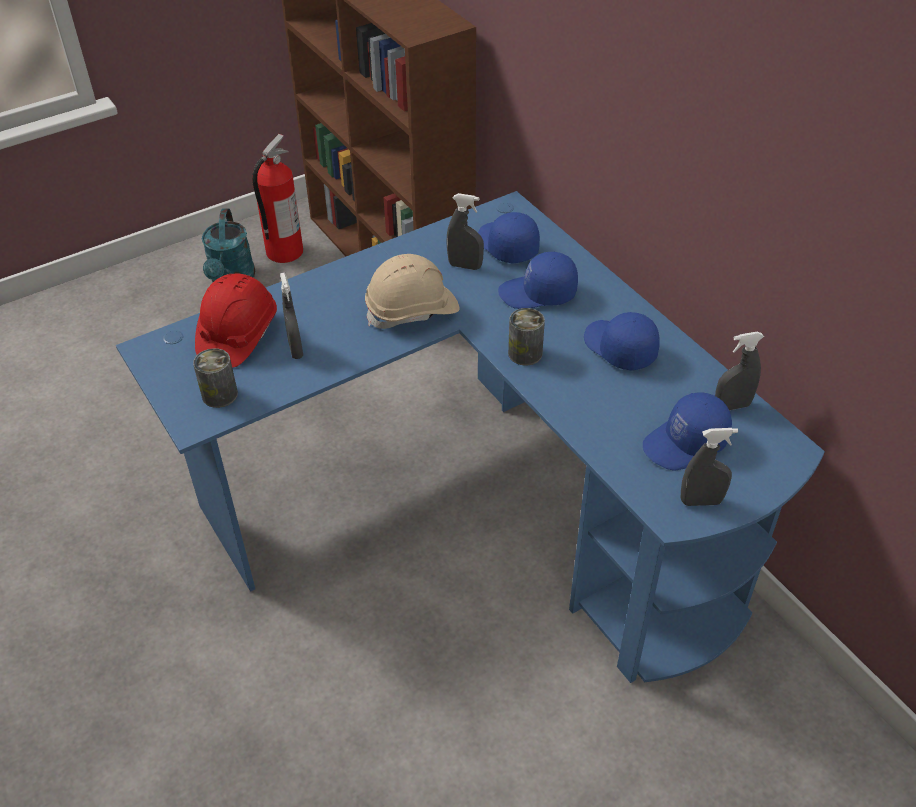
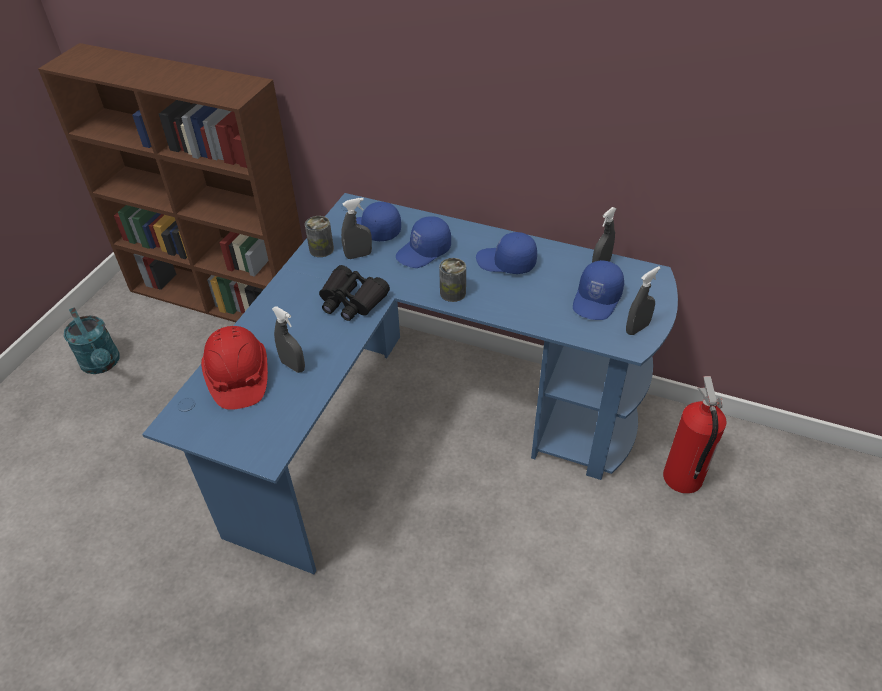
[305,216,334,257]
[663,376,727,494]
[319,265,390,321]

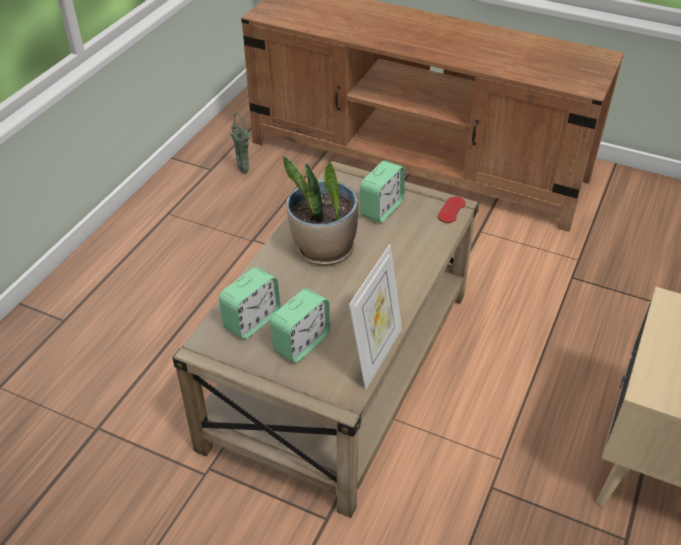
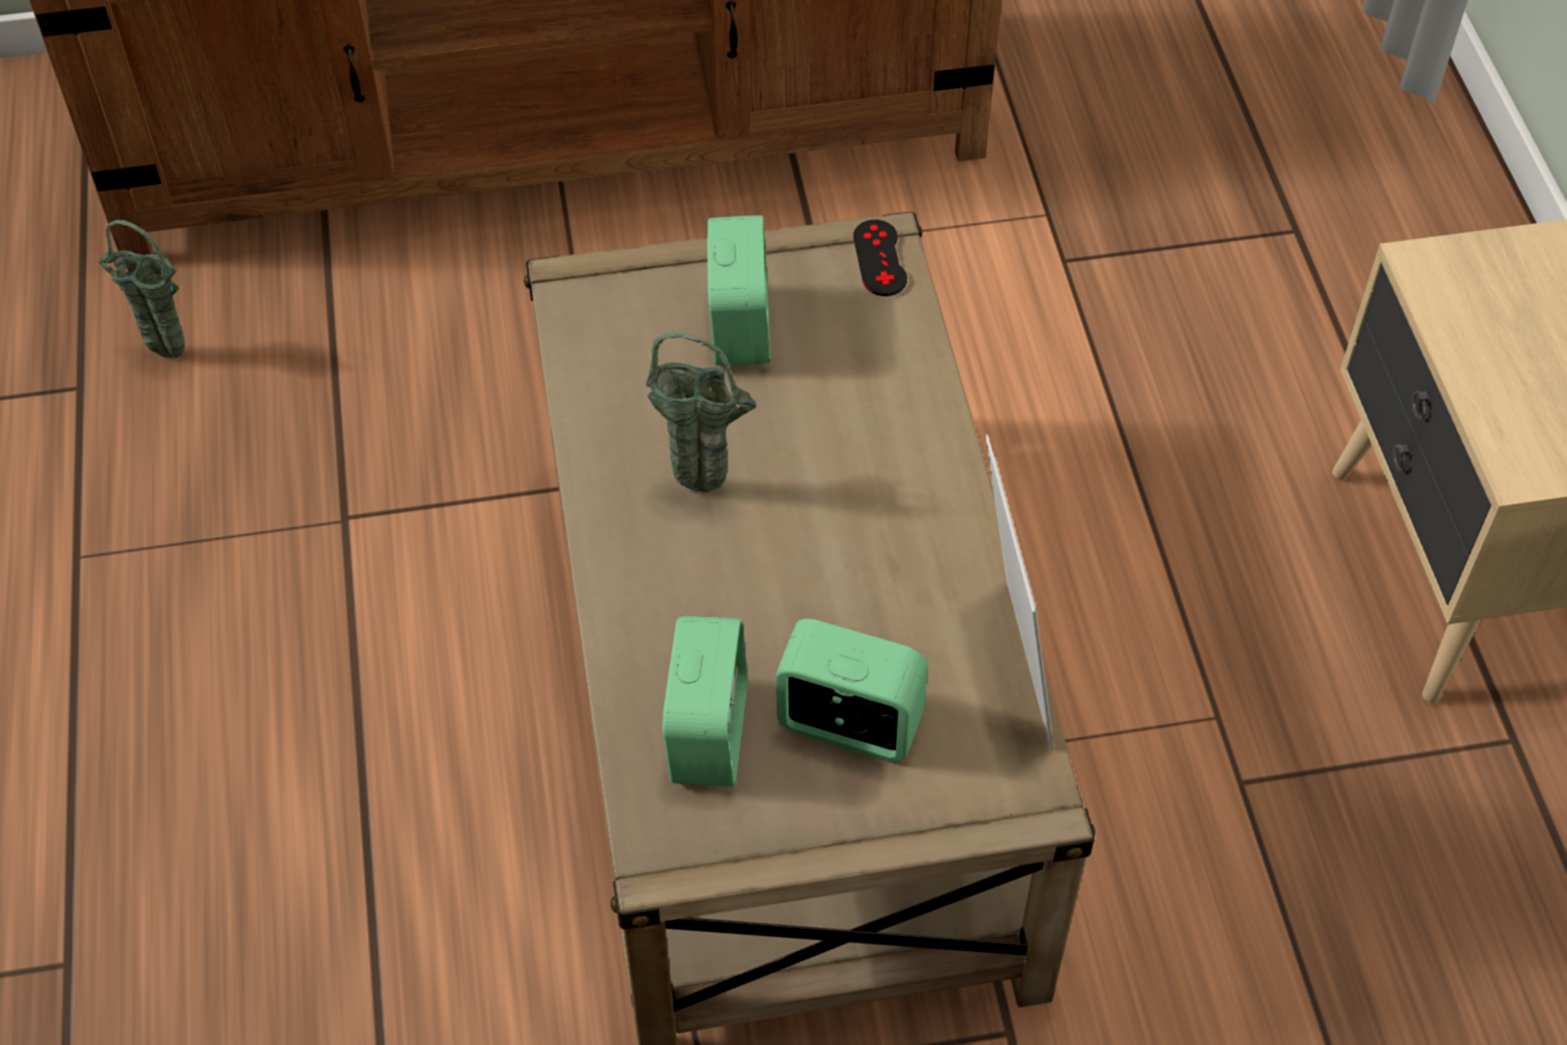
[646,332,757,492]
[853,220,907,296]
[776,619,928,762]

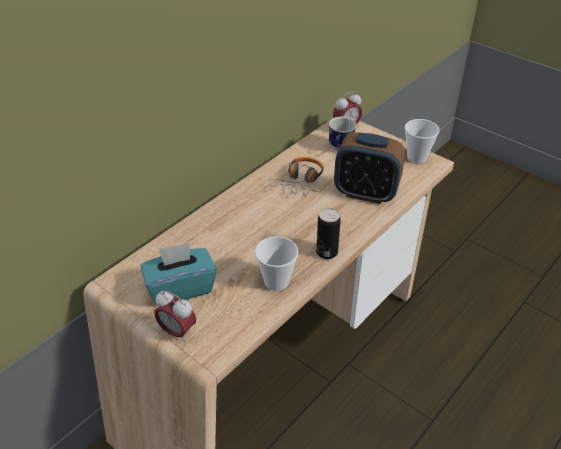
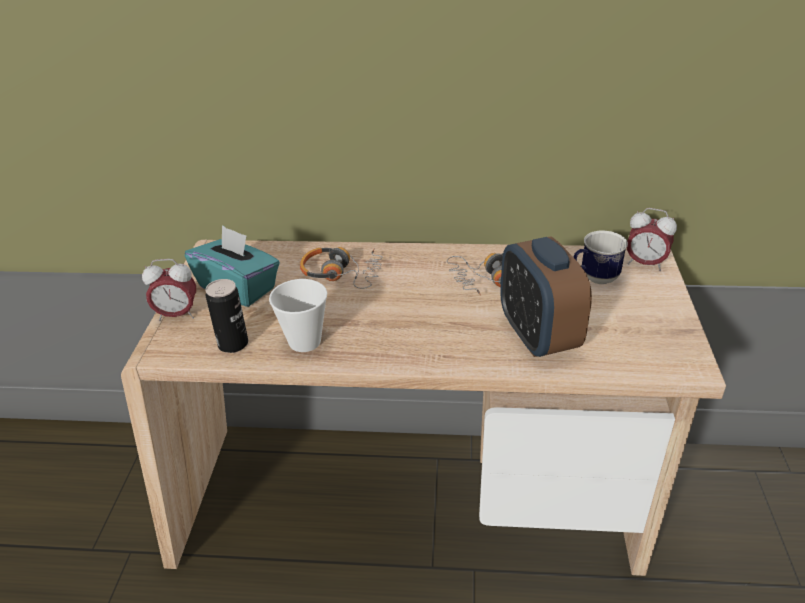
[405,119,440,163] (first image)
[300,247,382,289]
[205,279,248,353]
[142,259,196,321]

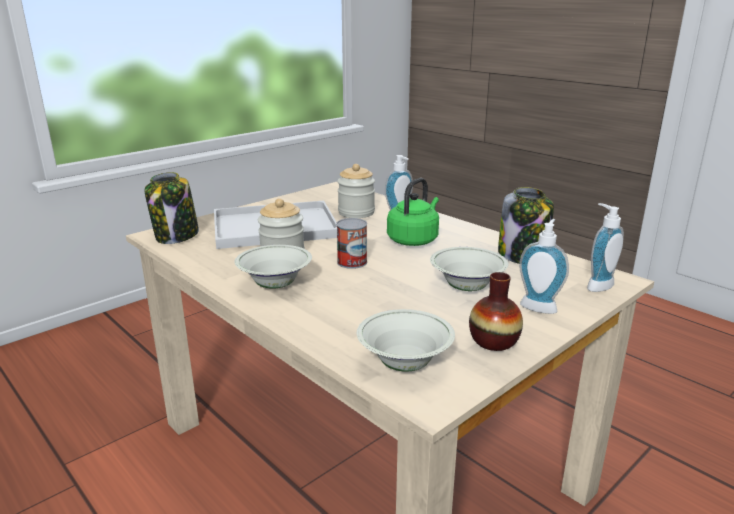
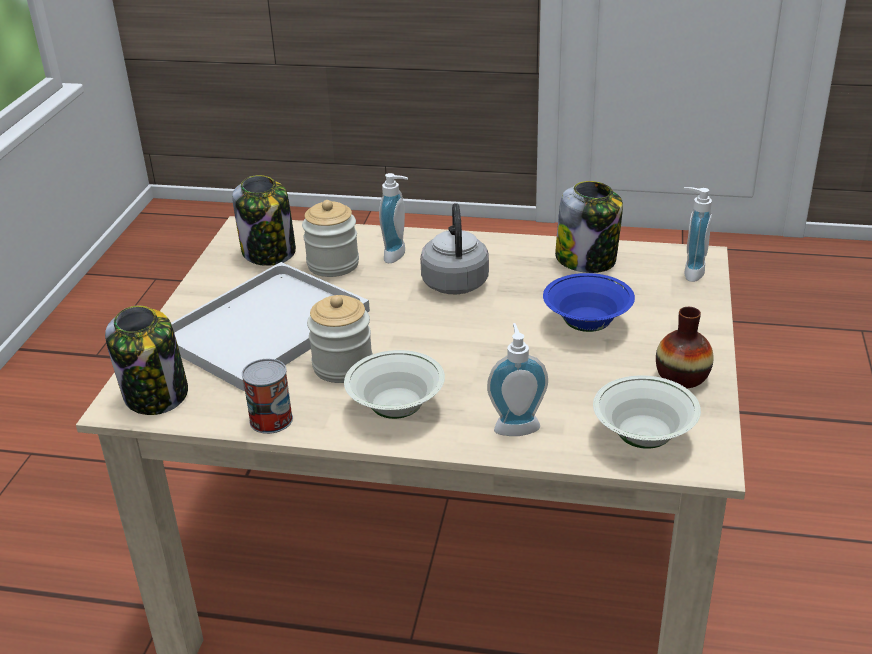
[232,175,296,266]
[242,359,293,434]
[487,323,548,436]
[420,203,489,294]
[543,273,635,332]

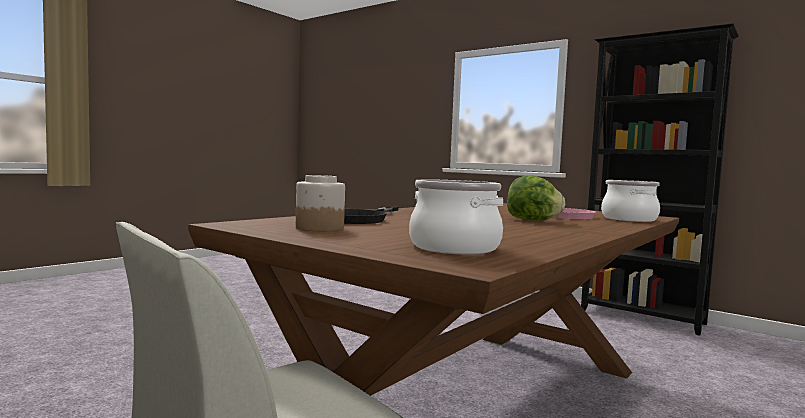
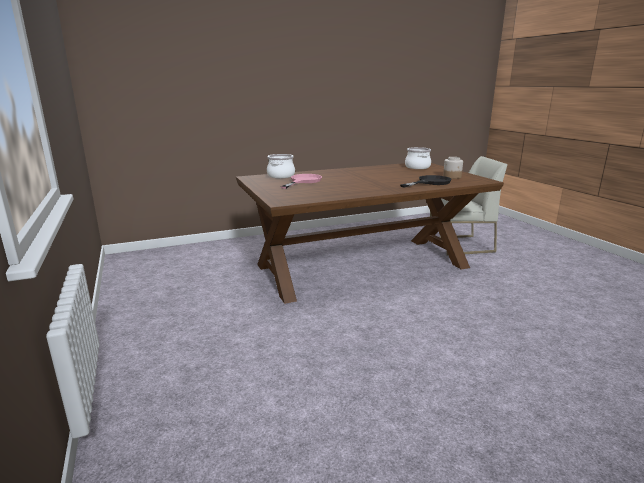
[507,175,565,221] (first image)
[581,23,739,336] (first image)

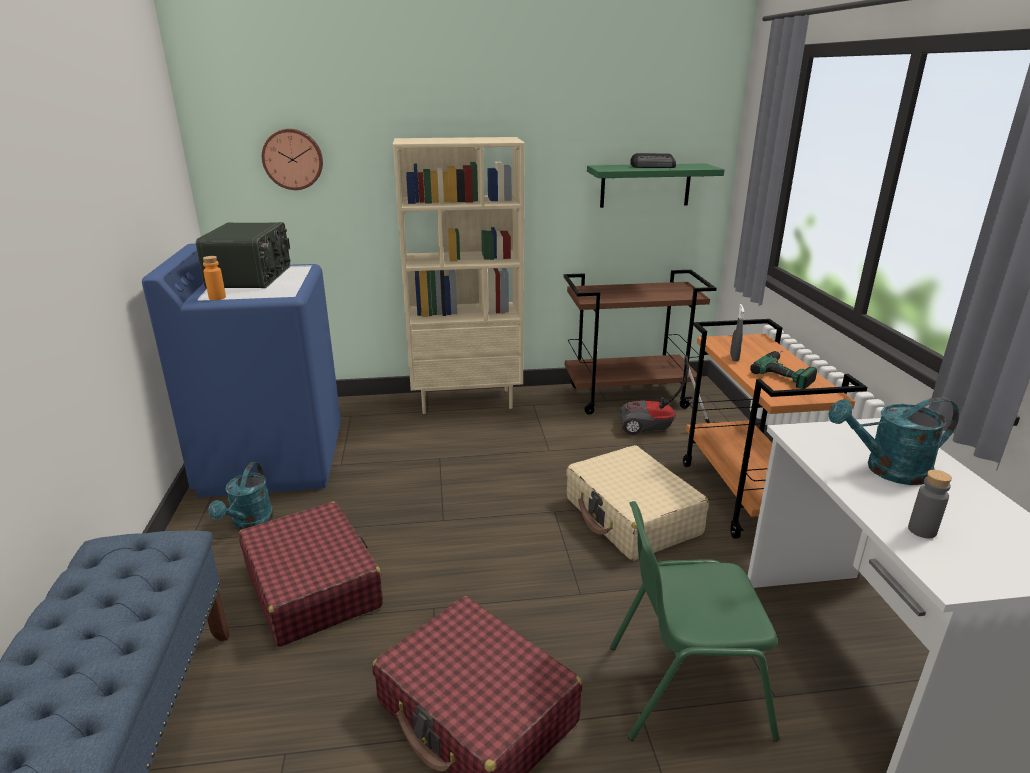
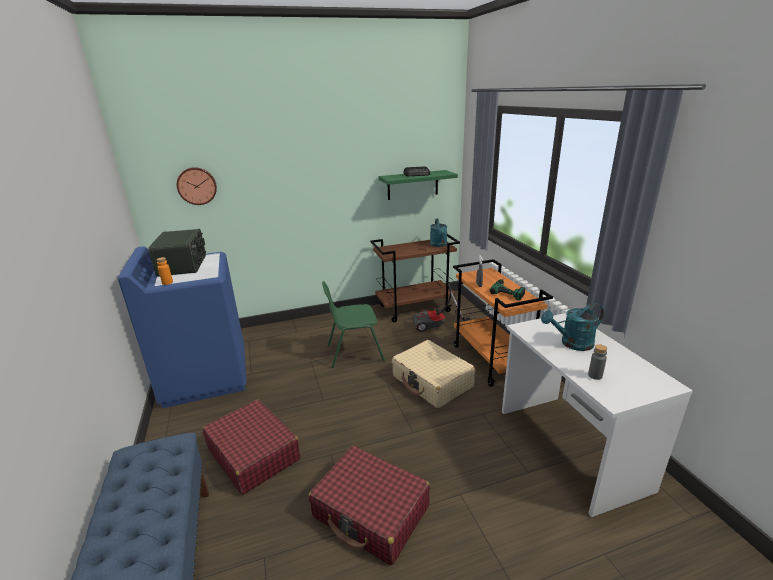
[393,137,525,414] (first image)
[430,219,447,247]
[322,281,385,368]

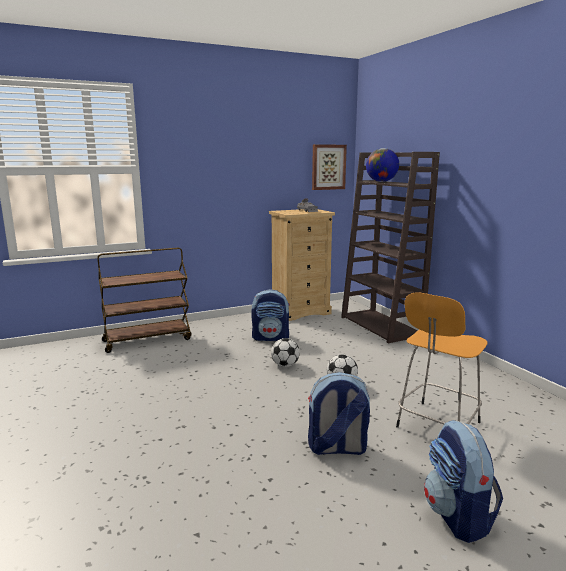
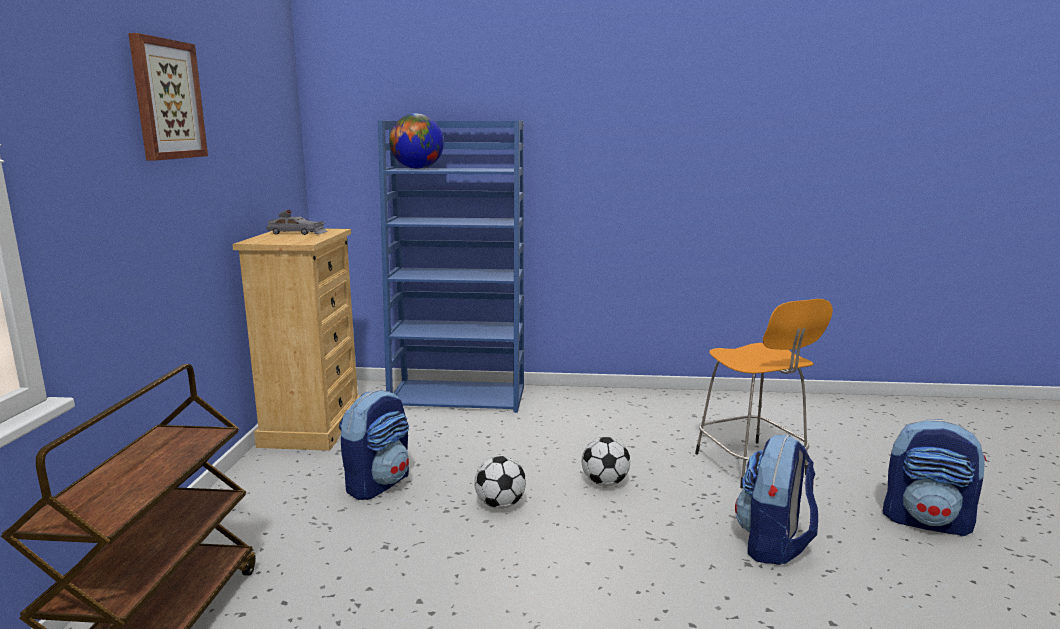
[128,33,208,161]
[378,120,524,413]

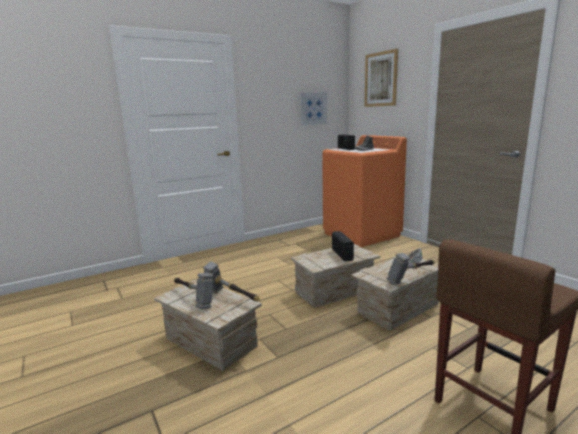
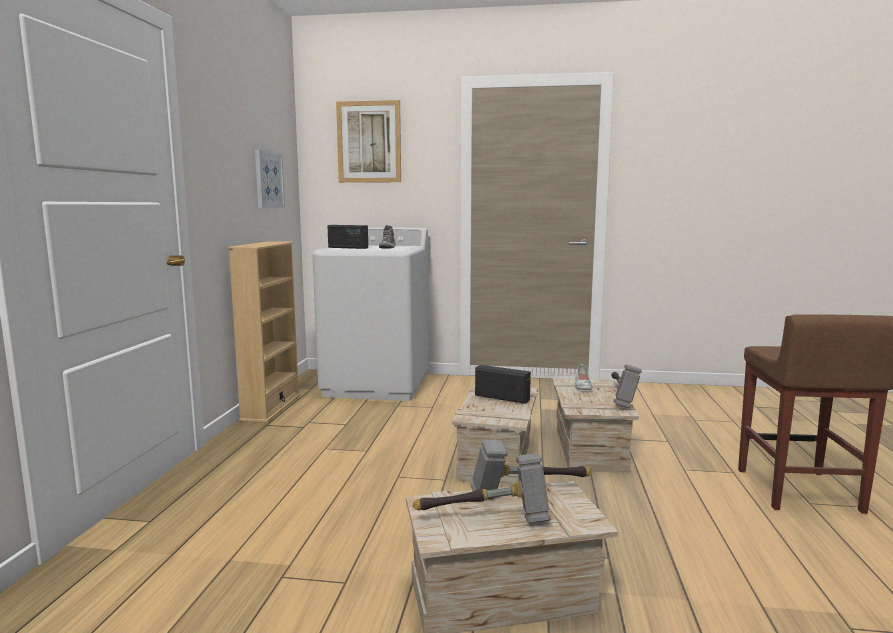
[228,241,301,423]
[313,227,429,401]

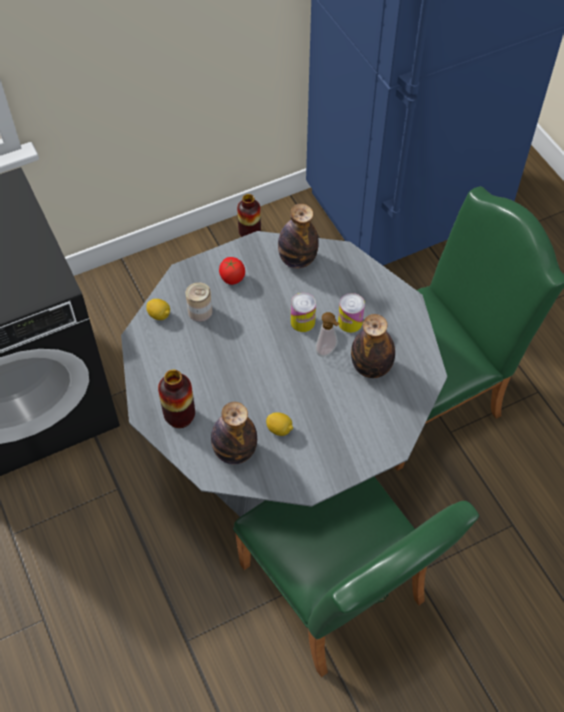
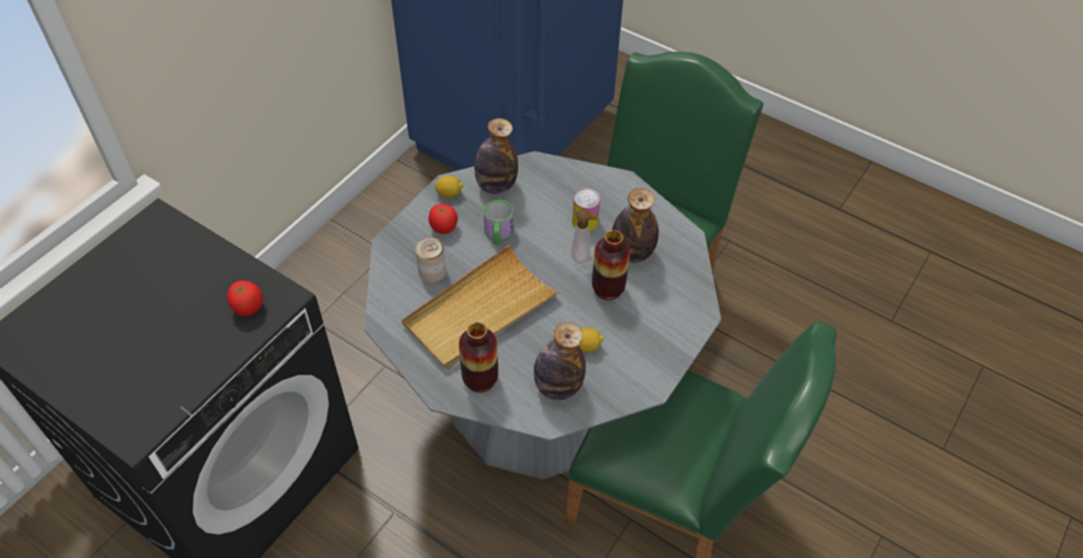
[291,293,316,332] (first image)
[227,280,263,316]
[402,245,560,370]
[484,200,514,244]
[435,176,463,198]
[592,230,630,300]

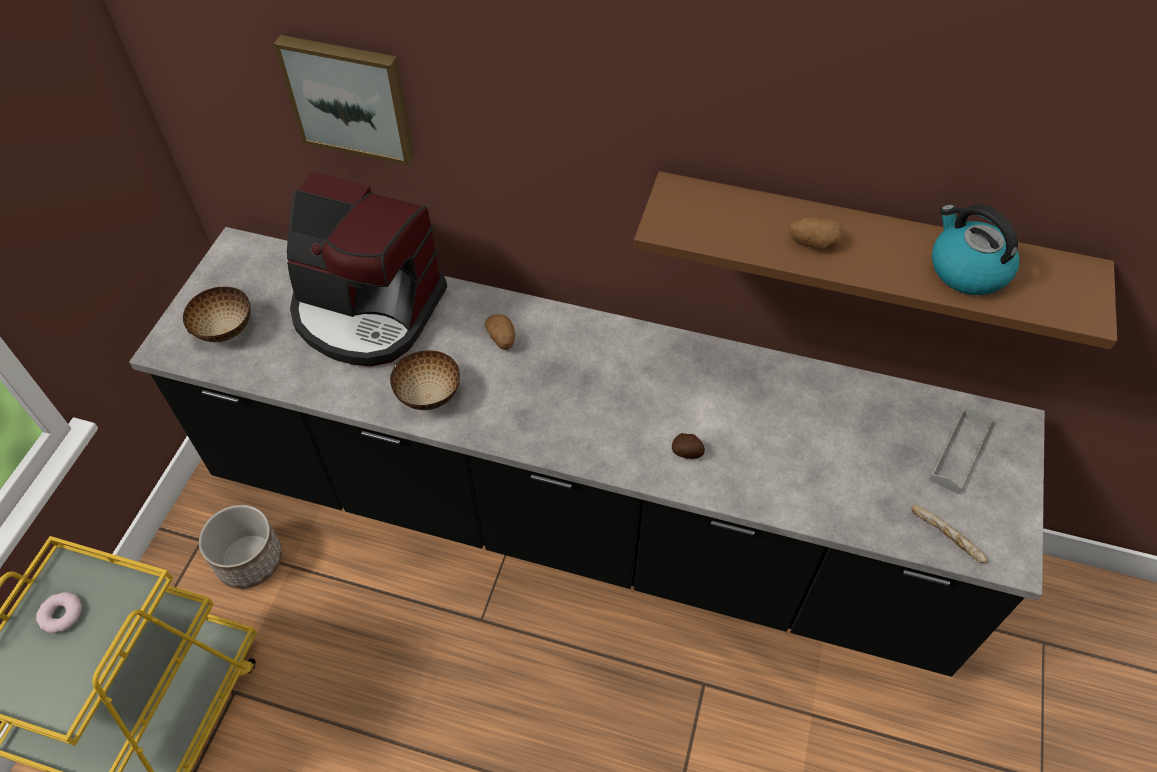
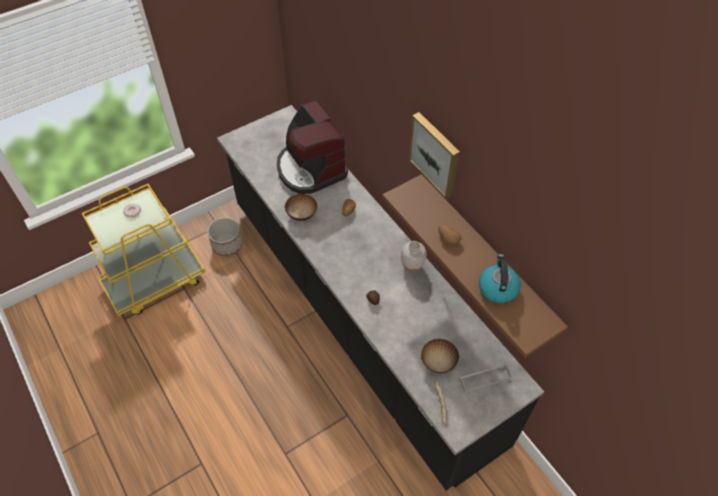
[401,241,427,273]
[421,339,459,374]
[409,112,460,199]

